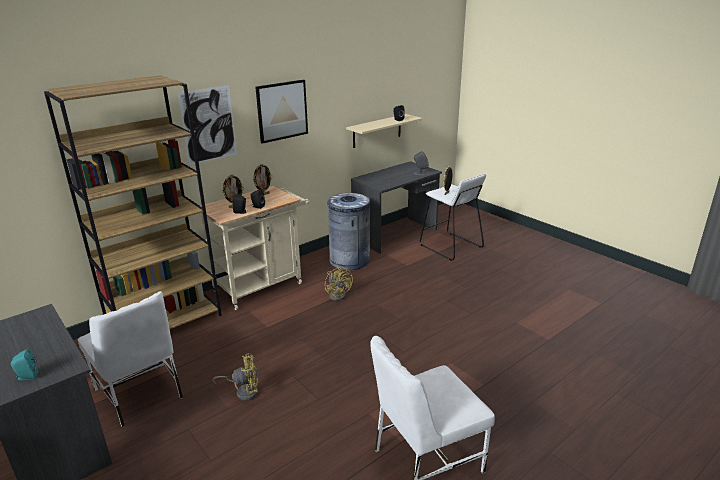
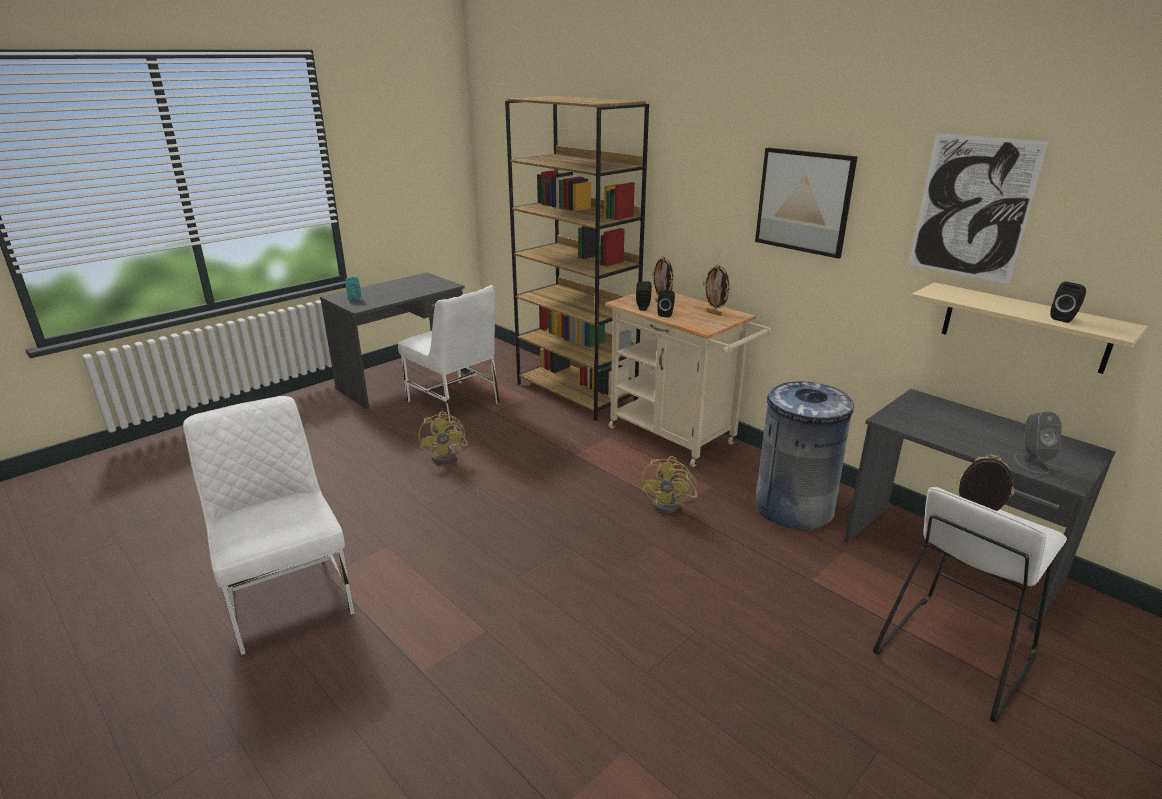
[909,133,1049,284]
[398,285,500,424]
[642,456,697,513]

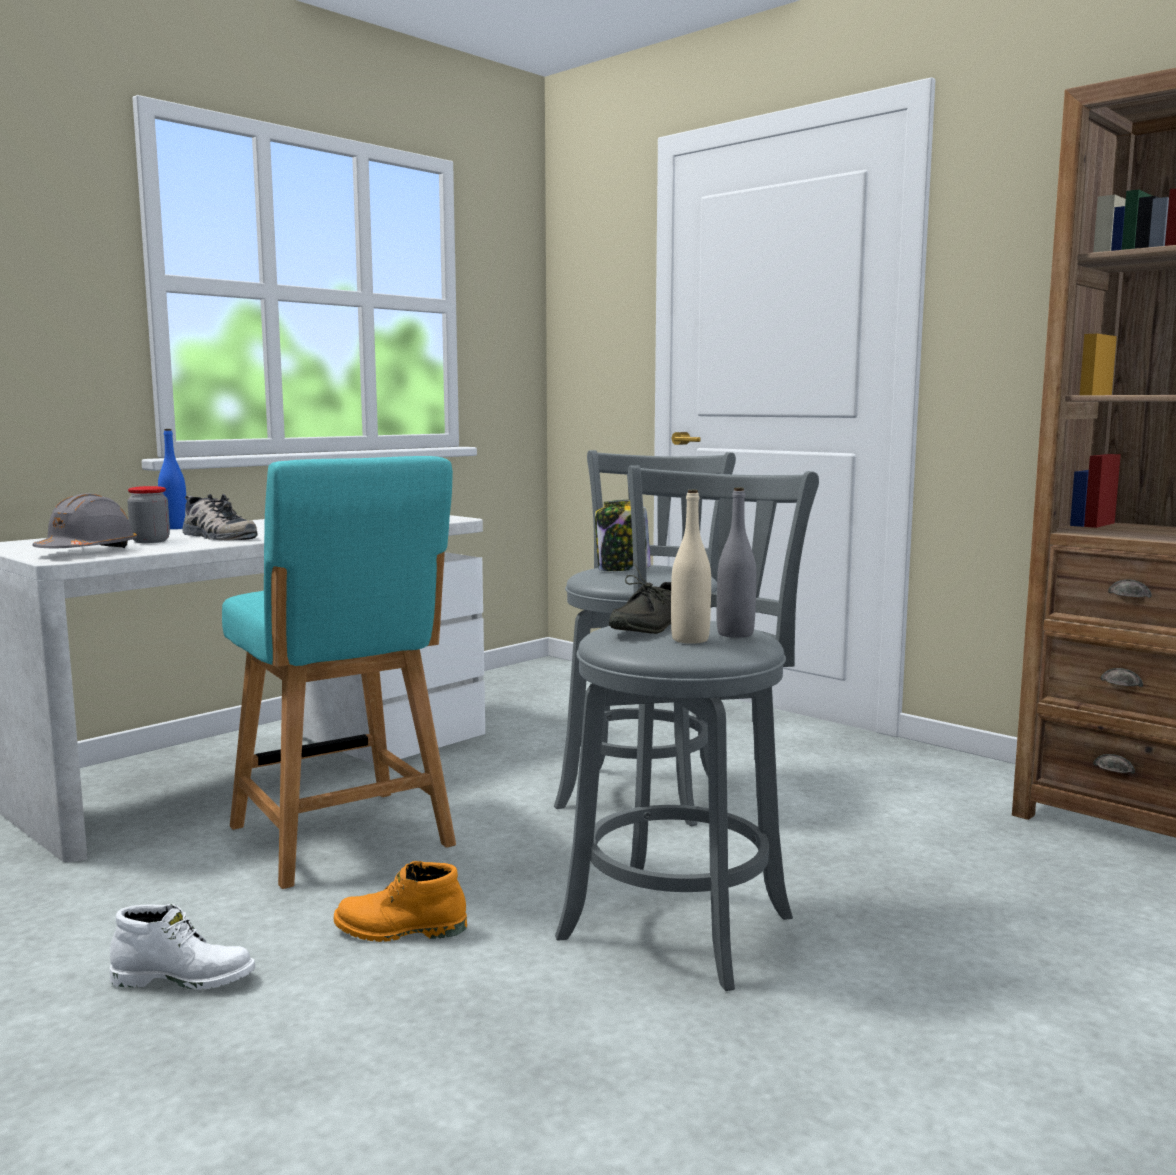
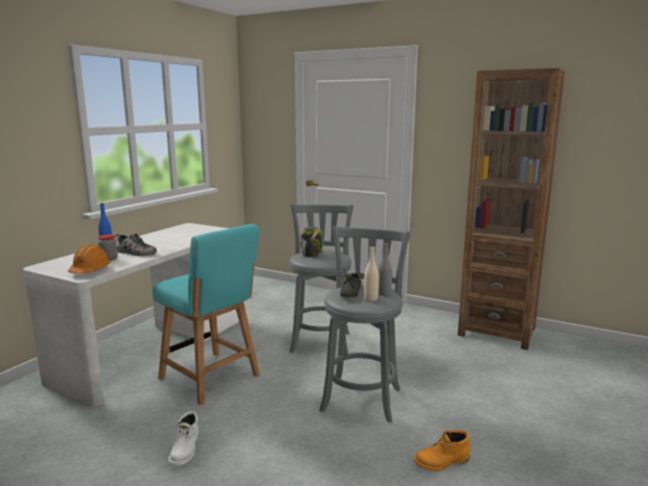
[414,430,470,471]
[68,244,110,274]
[168,411,199,466]

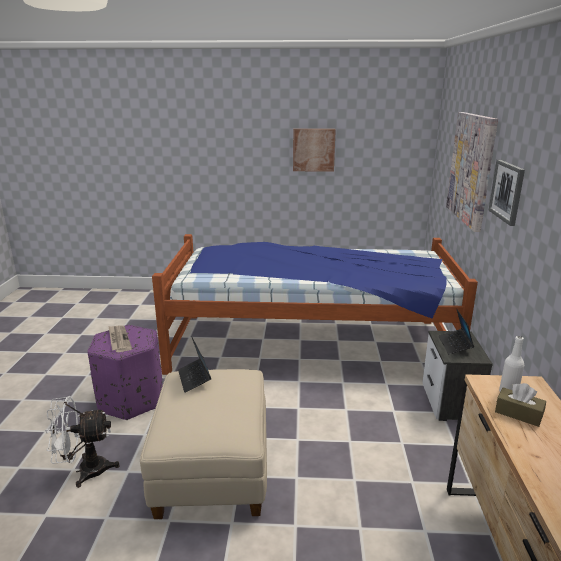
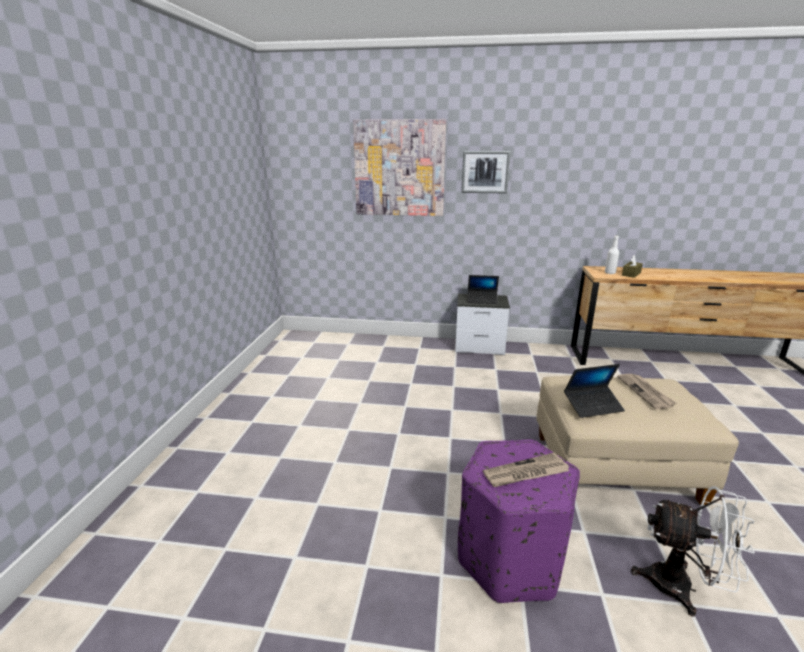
[152,234,478,375] (first image)
[293,129,336,172] (first image)
[617,374,677,409]
[631,486,755,617]

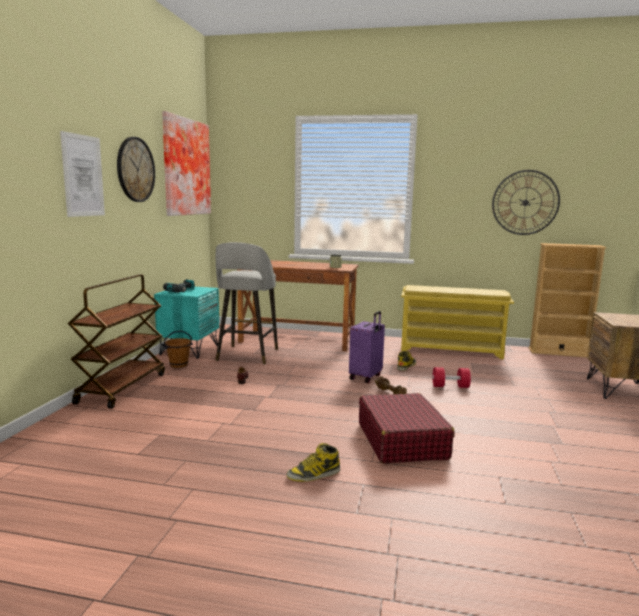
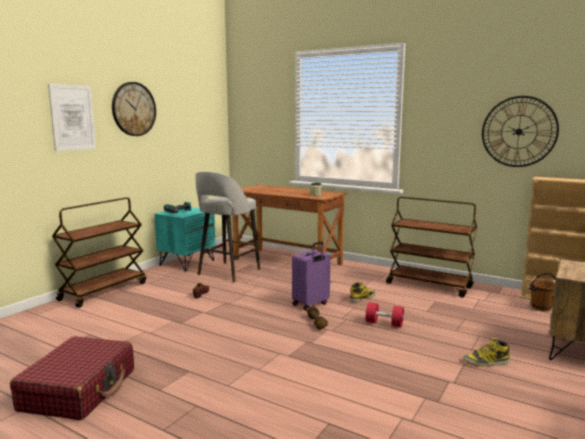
[162,111,211,216] (first image)
[529,273,556,311]
[463,338,510,366]
[10,336,134,420]
[386,197,477,298]

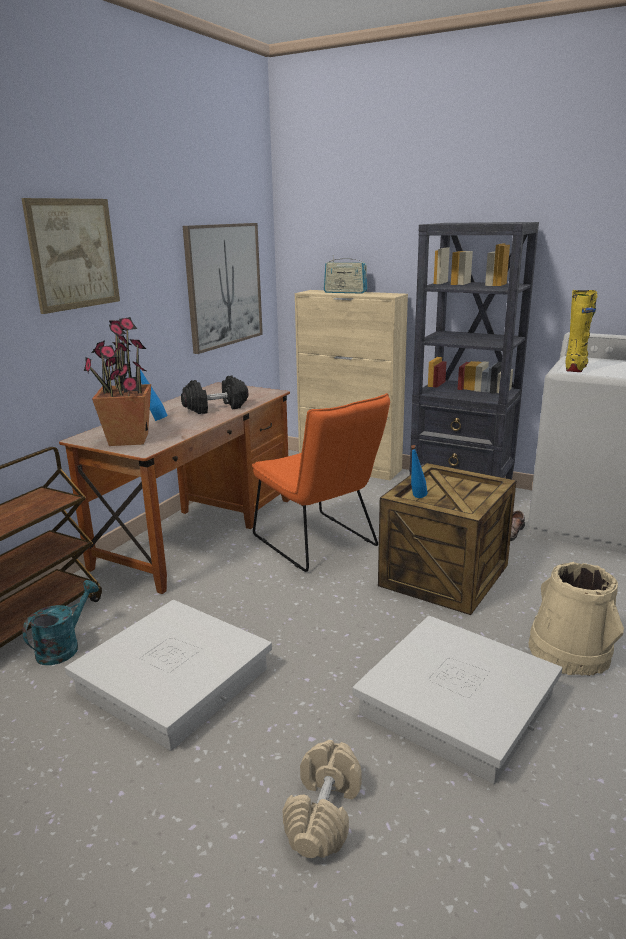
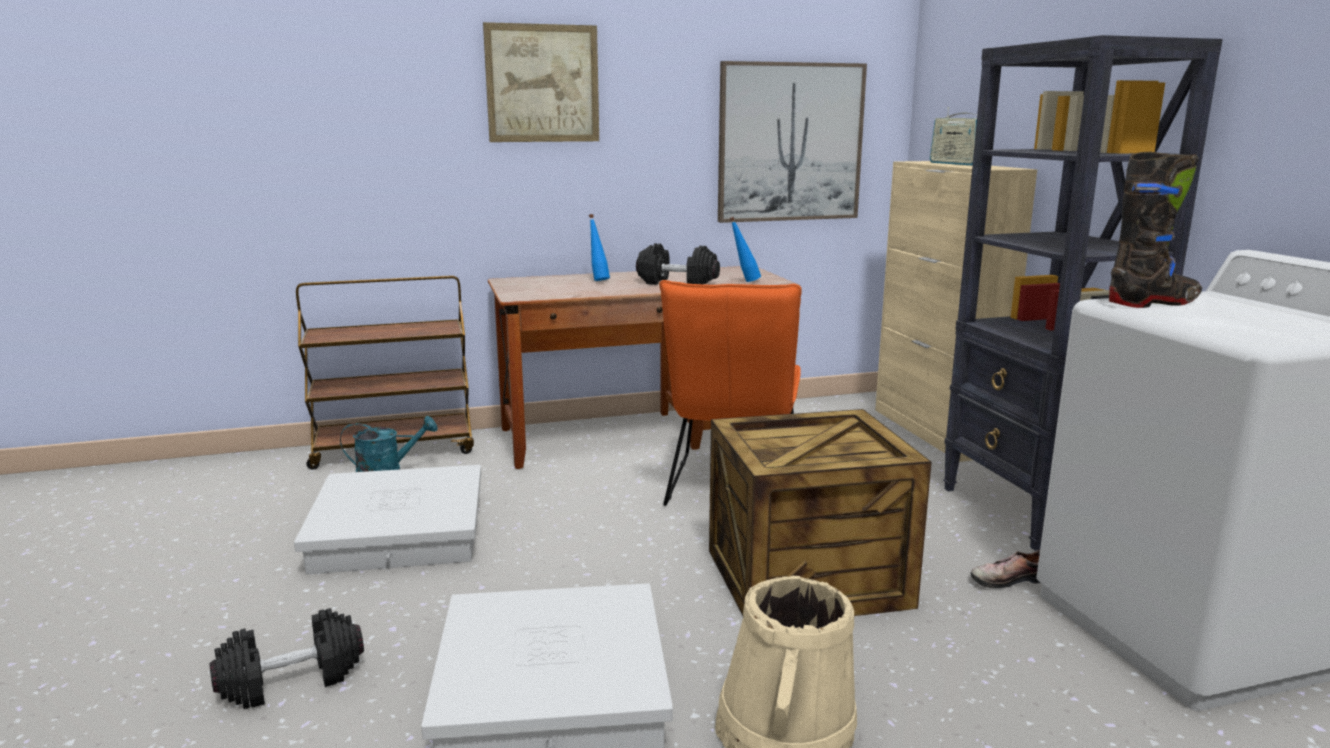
[84,317,151,446] (first image)
[729,217,761,282]
[210,608,364,709]
[1109,152,1202,308]

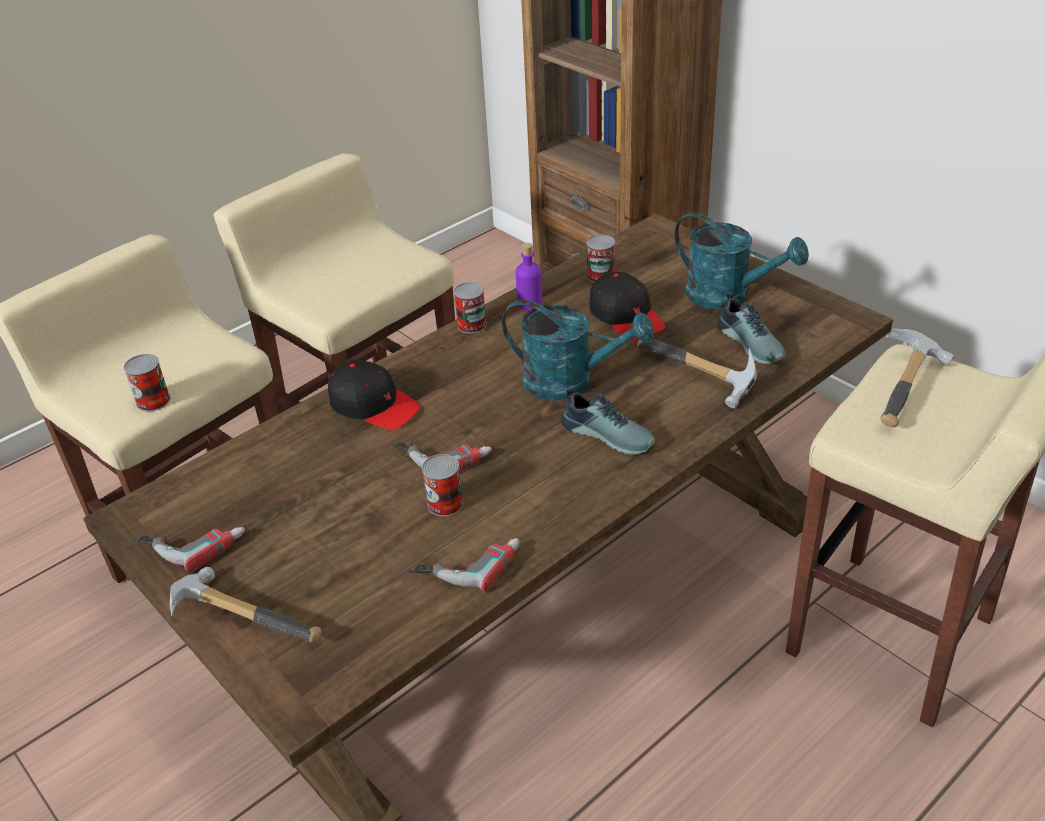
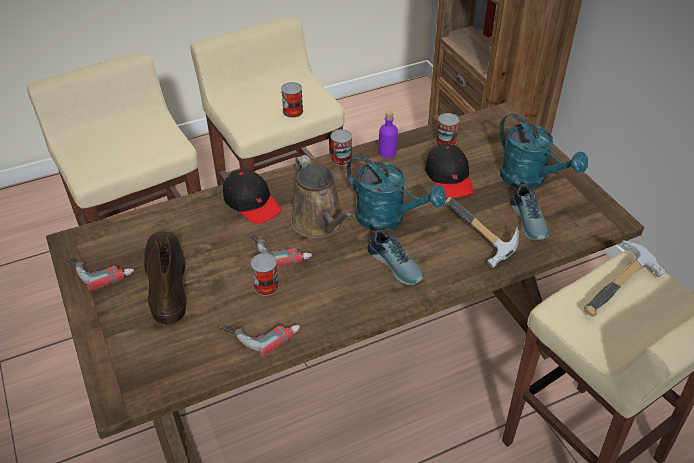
[170,567,321,643] (first image)
[144,231,186,325]
[290,155,353,238]
[281,82,303,118]

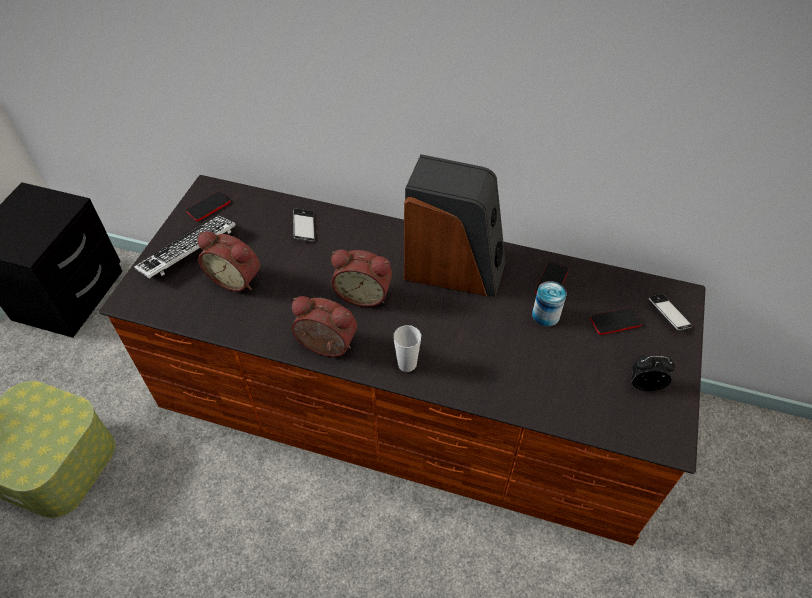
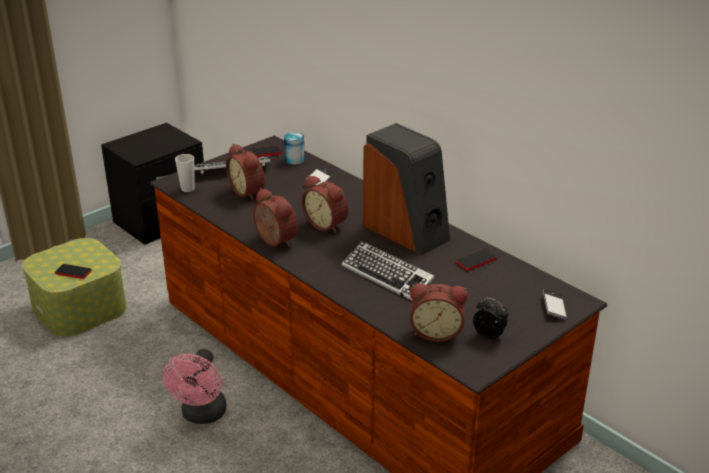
[163,349,227,424]
[342,241,435,301]
[410,283,468,342]
[175,154,195,192]
[284,132,305,165]
[55,264,92,279]

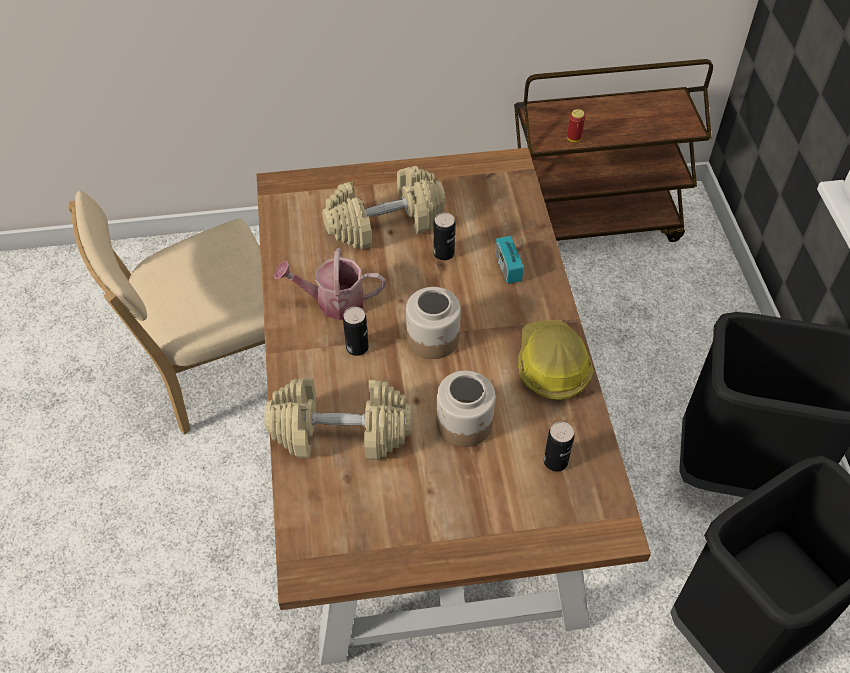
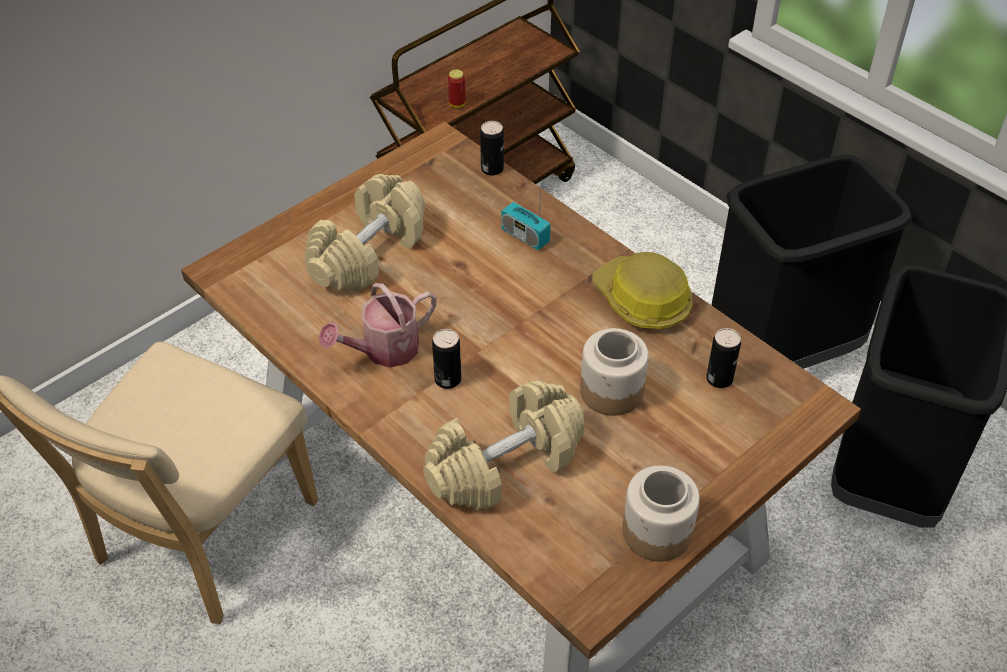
[622,465,700,562]
[480,121,504,176]

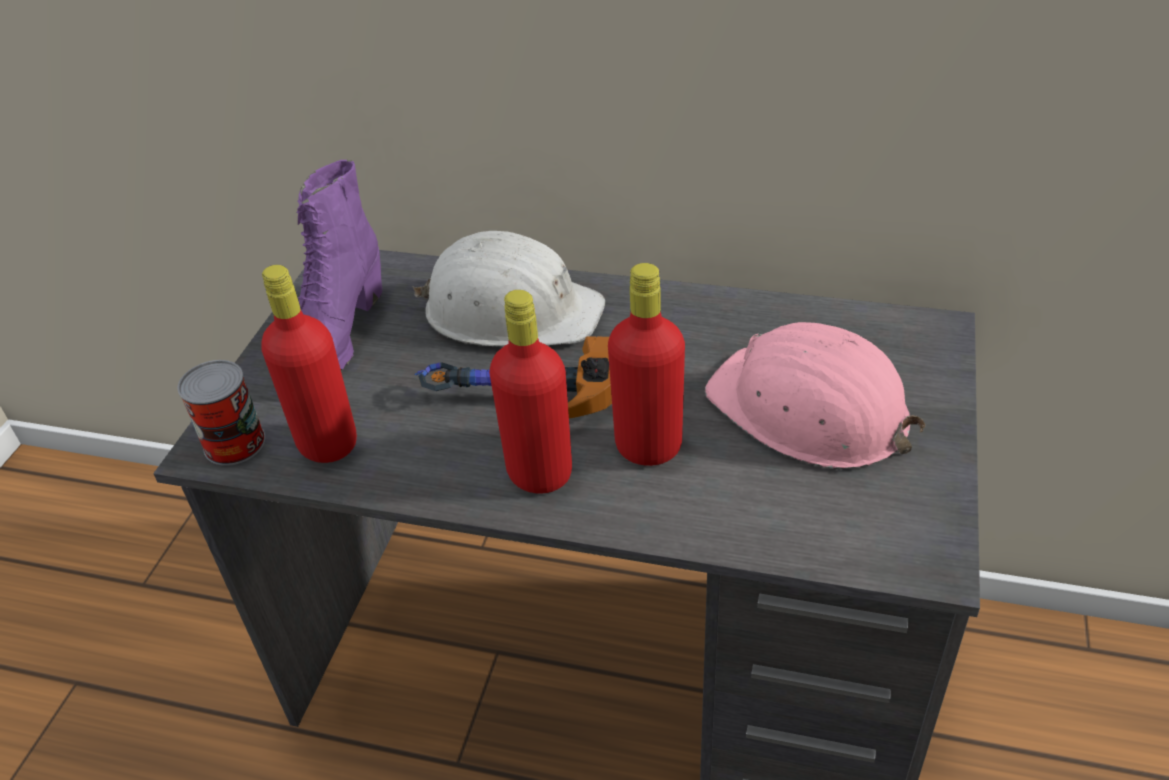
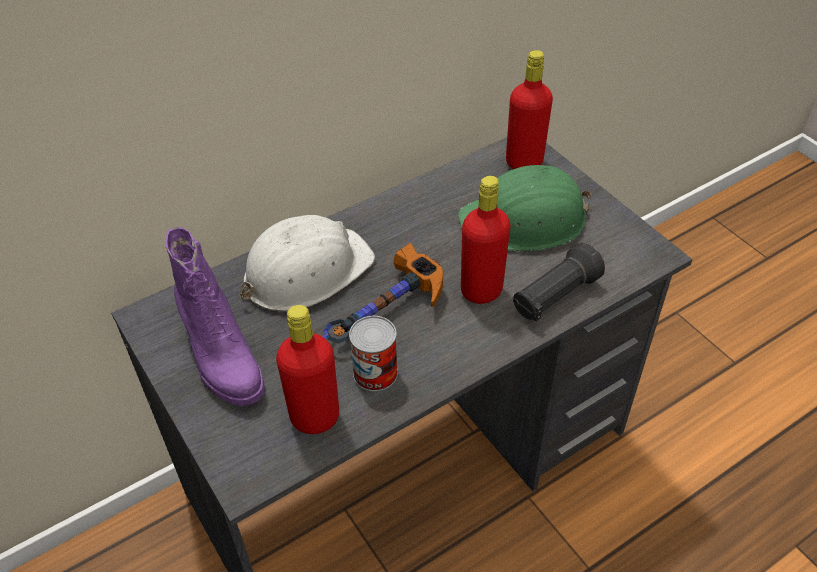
[513,243,605,322]
[349,316,398,392]
[506,50,553,169]
[458,165,592,251]

